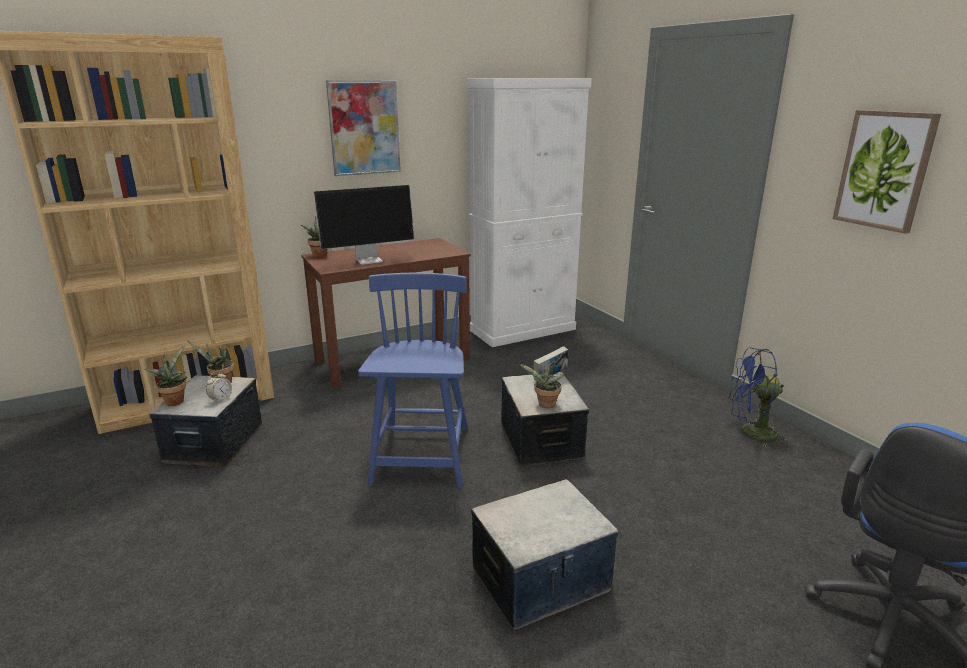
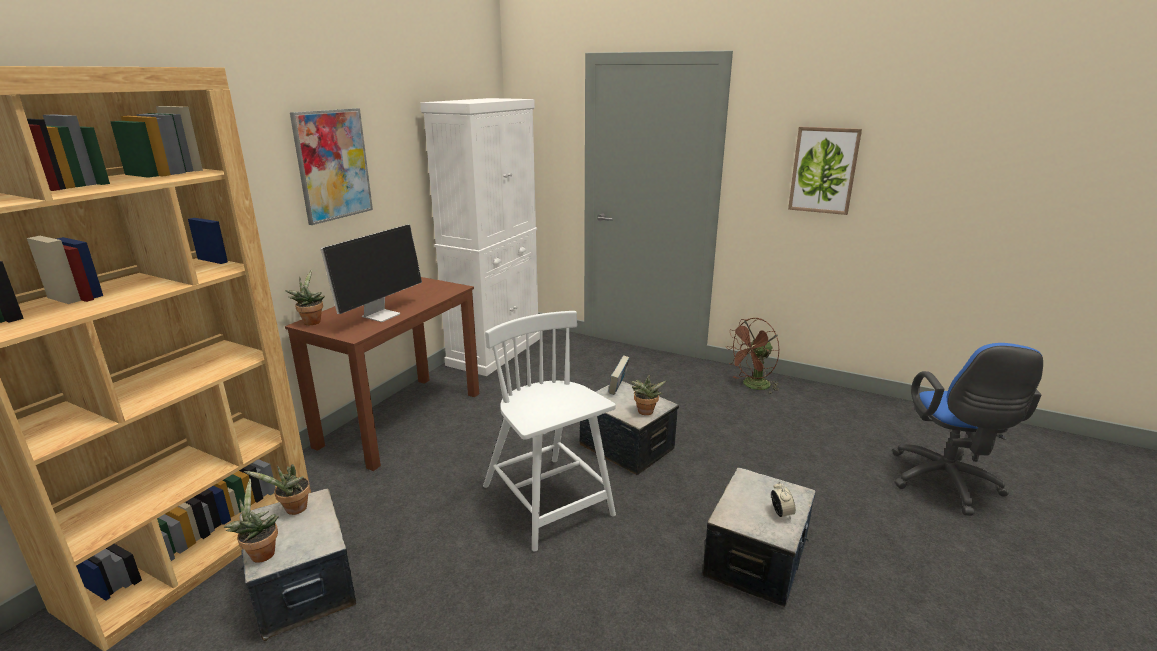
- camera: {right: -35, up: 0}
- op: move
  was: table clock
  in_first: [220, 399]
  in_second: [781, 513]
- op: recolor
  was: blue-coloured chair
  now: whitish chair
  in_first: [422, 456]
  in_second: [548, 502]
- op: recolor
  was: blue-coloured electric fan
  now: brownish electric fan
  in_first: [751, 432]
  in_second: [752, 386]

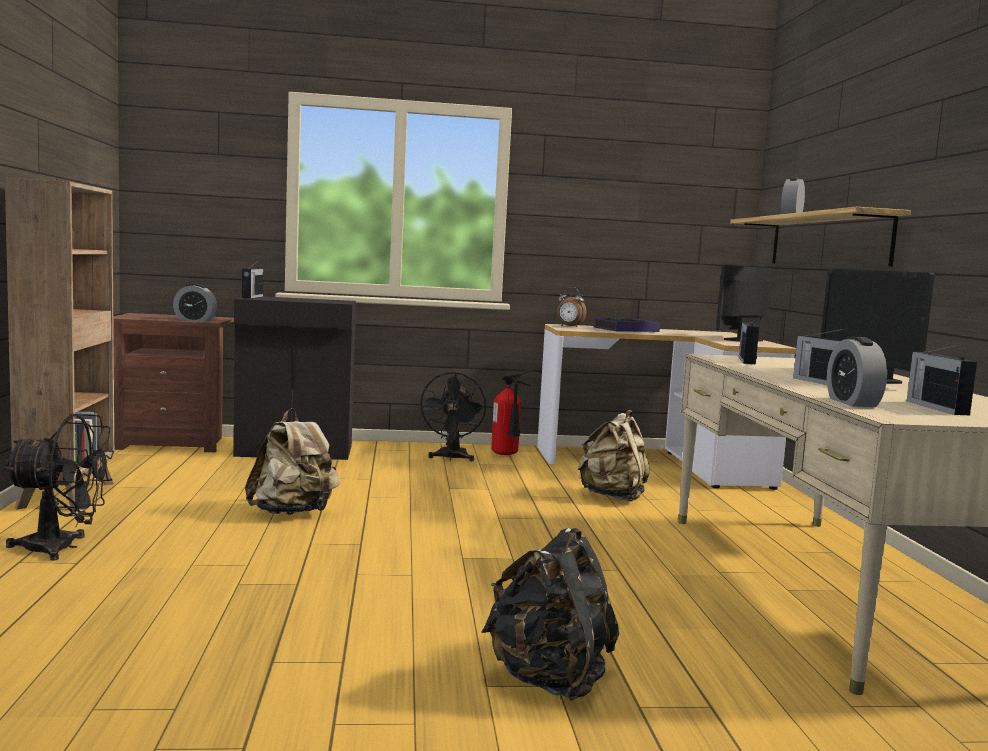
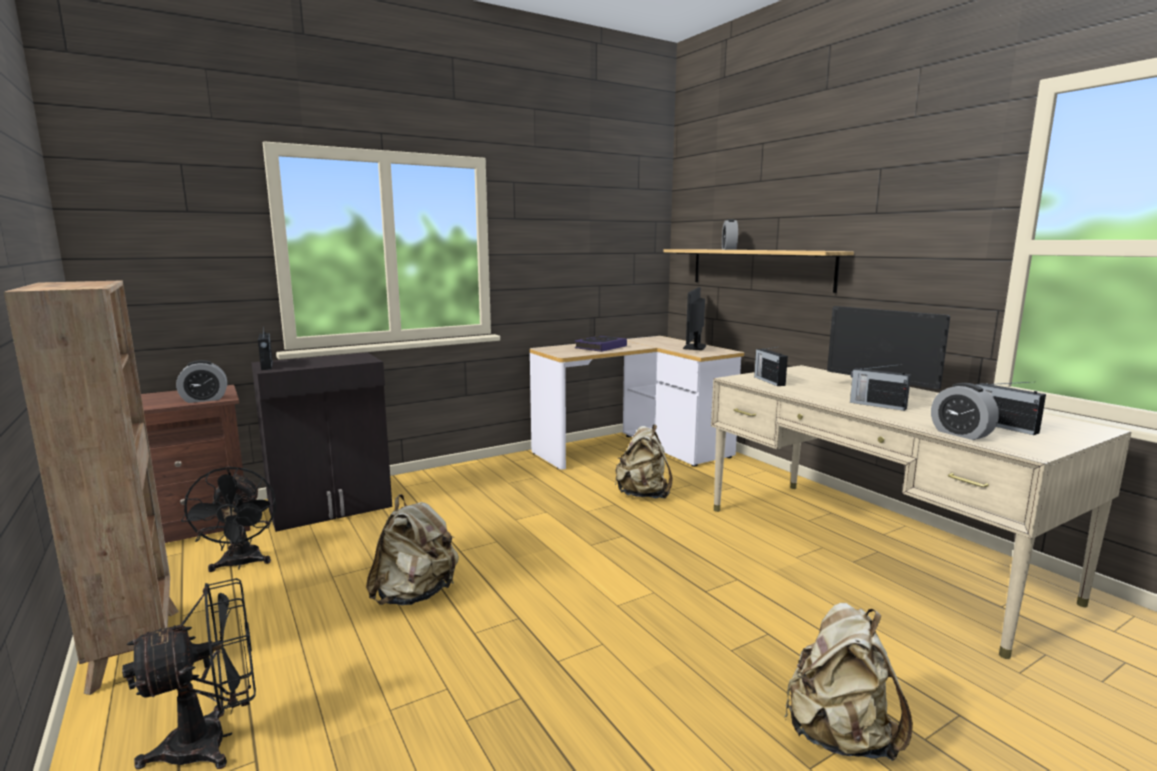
- camera: {right: -25, up: 5}
- op: move
  was: blackish electric fan
  in_first: [451, 458]
  in_second: [240, 564]
- op: recolor
  was: blackish backpack
  now: sand-coloured backpack
  in_first: [549, 679]
  in_second: [839, 736]
- op: delete
  was: extinguisher
  in_first: [507, 455]
- op: delete
  was: table clock
  in_first: [569, 326]

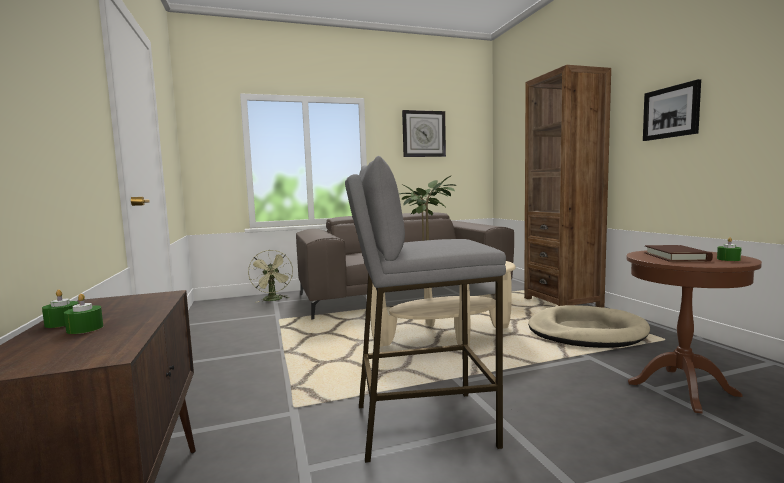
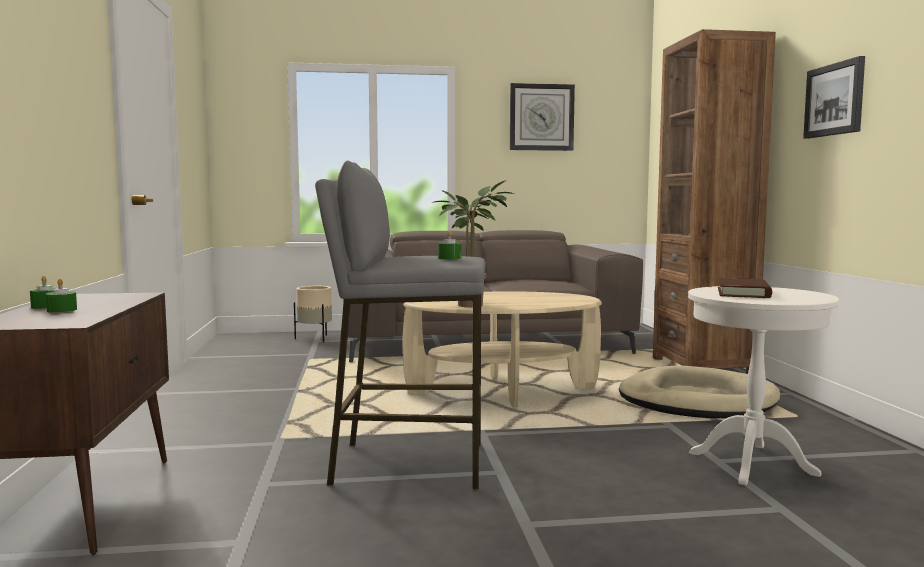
- camera: {right: 10, up: 0}
- op: replace
  was: greenish electric fan
  now: sand-coloured plant pot
  in_first: [273, 300]
  in_second: [315, 338]
- op: recolor
  was: brownish end table
  now: whitish end table
  in_first: [682, 389]
  in_second: [752, 463]
- op: move
  was: greenish candle
  in_first: [728, 259]
  in_second: [449, 258]

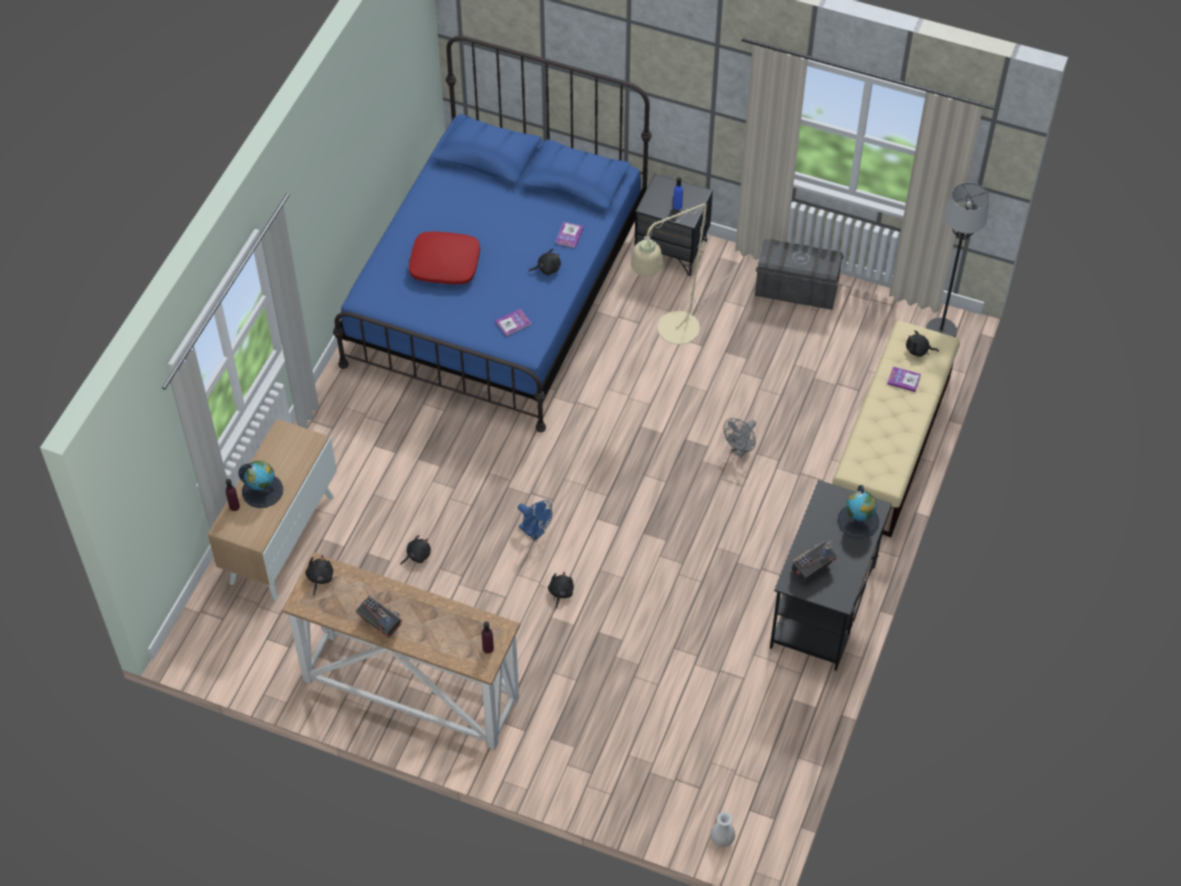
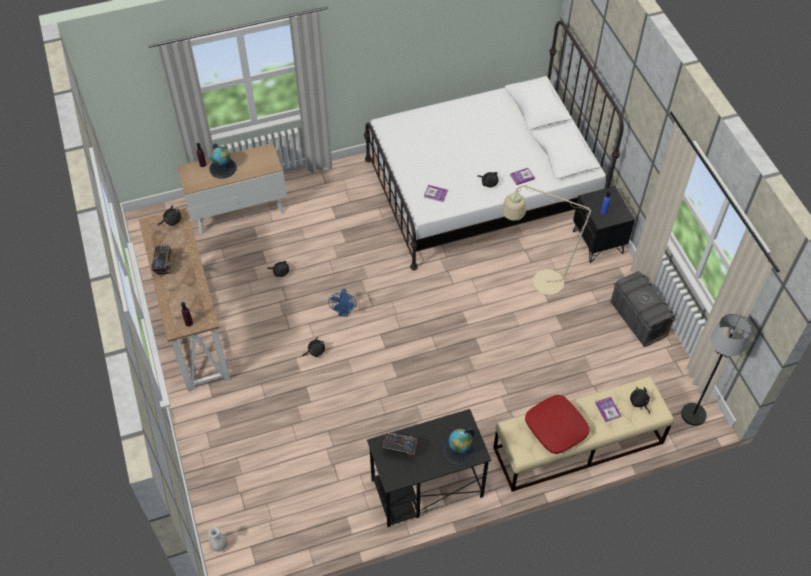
- camera: {right: 50, up: 0}
- op: recolor
  was: blue-coloured sleeping bed
  now: whitish sleeping bed
  in_first: [497, 293]
  in_second: [482, 188]
- op: move
  was: red-coloured cushion
  in_first: [445, 264]
  in_second: [556, 427]
- op: delete
  was: grey electric fan
  in_first: [740, 450]

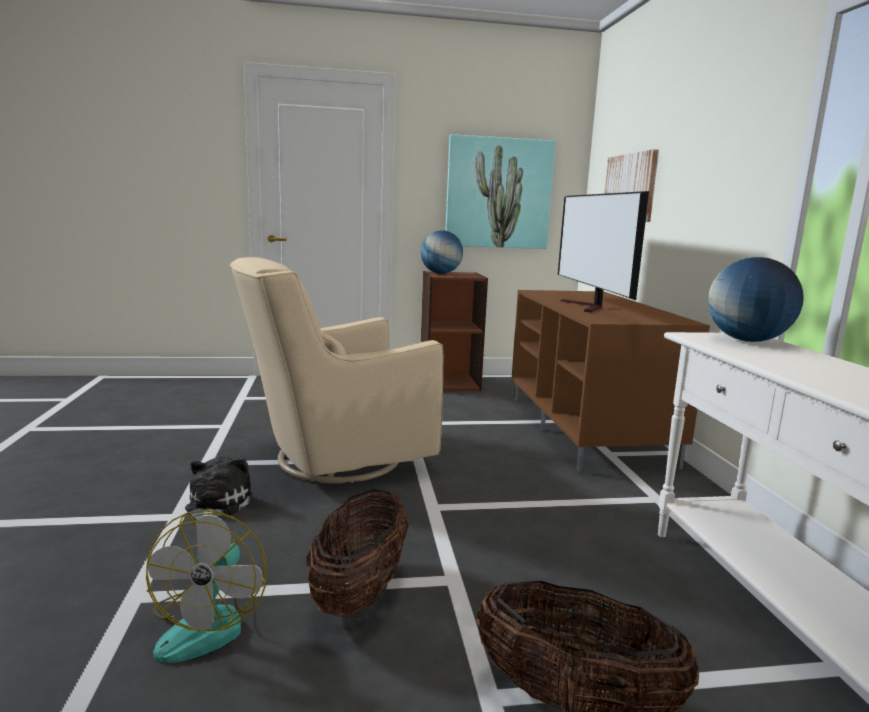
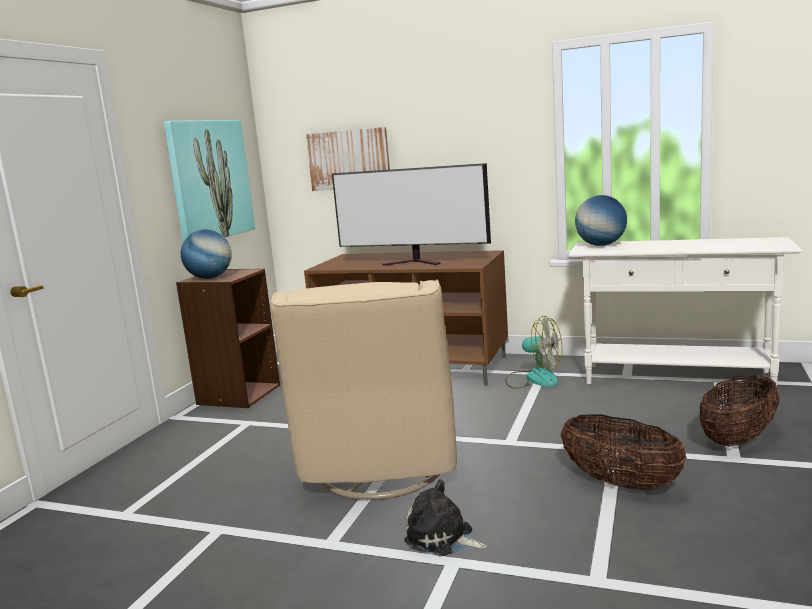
- camera: {right: -60, up: 0}
- op: move
  was: electric fan
  in_first: [209, 623]
  in_second: [533, 379]

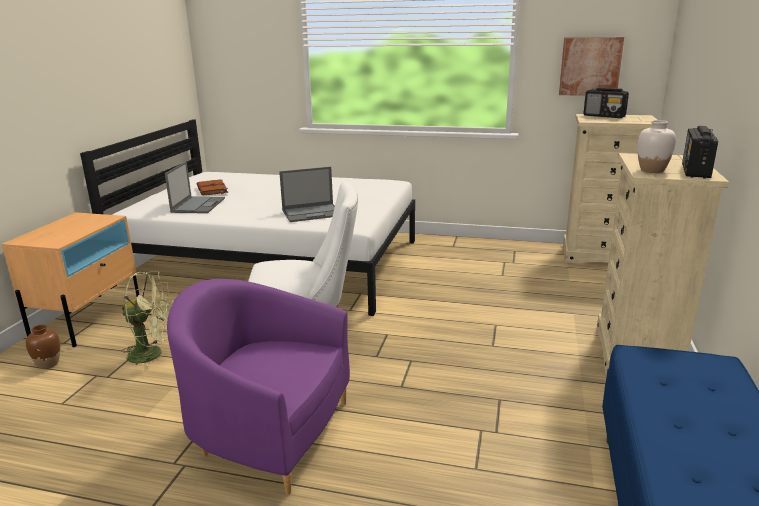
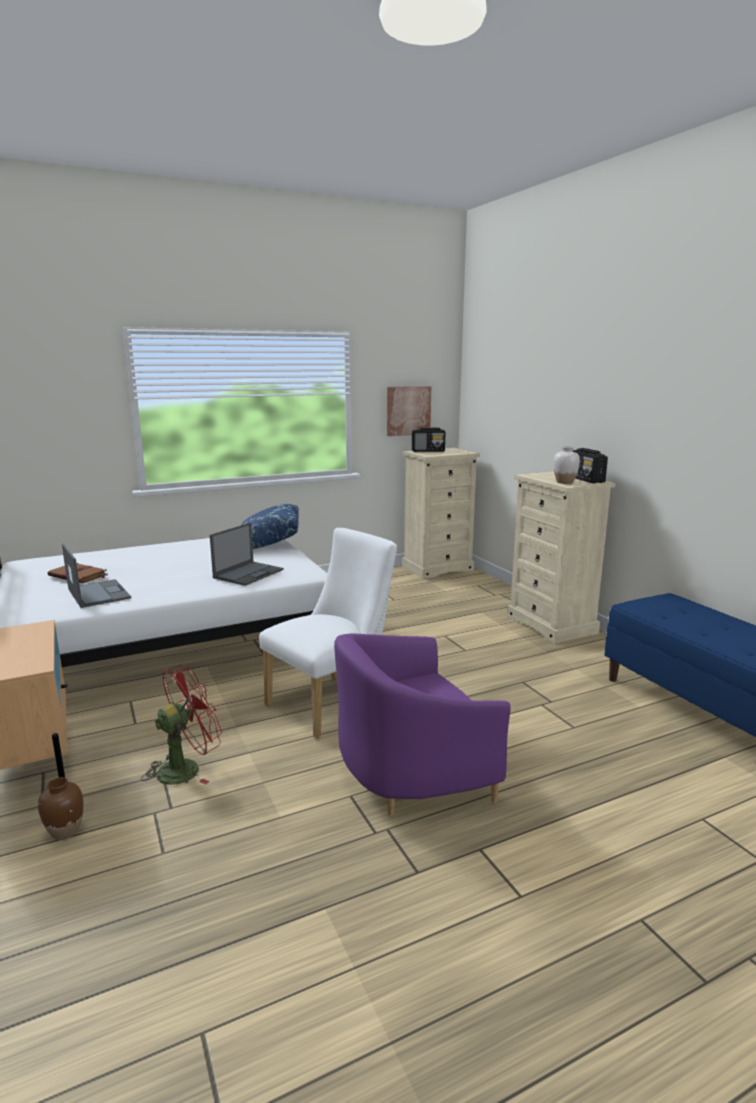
- camera: {right: -40, up: -5}
- op: recolor
  was: greenish electric fan
  now: red-coloured electric fan
  in_first: [153, 354]
  in_second: [186, 768]
- op: insert
  now: blue-coloured cushion
  in_second: [267, 543]

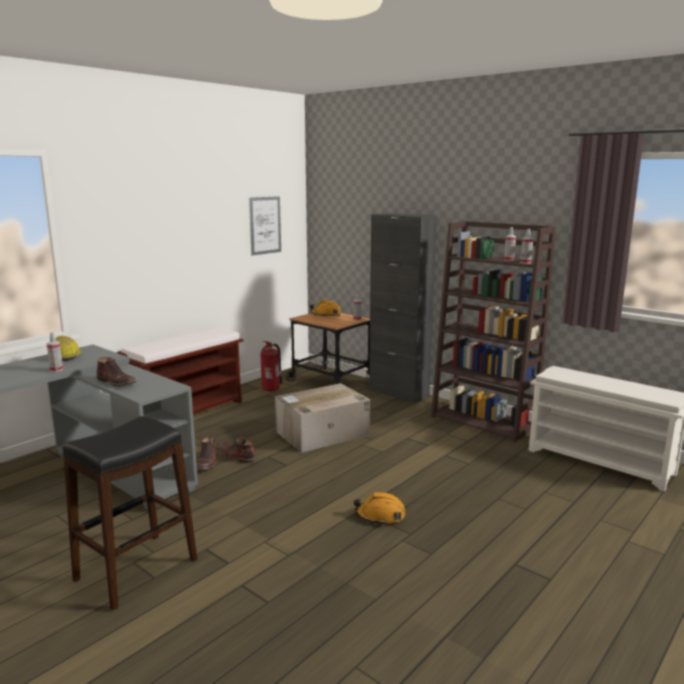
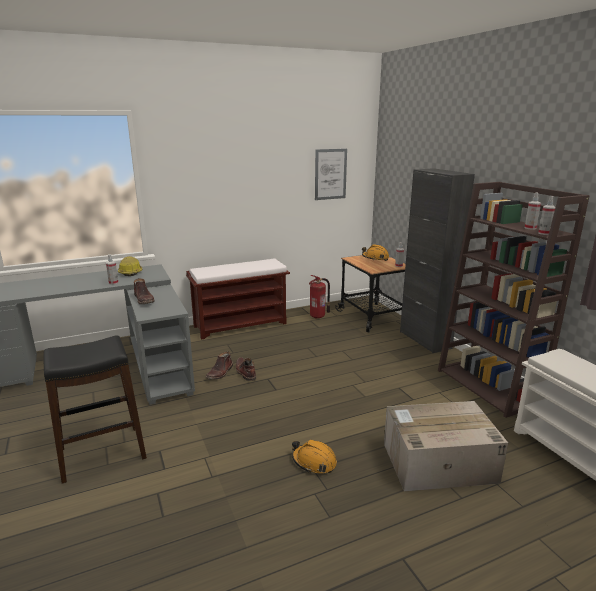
- camera: {right: 25, up: 5}
- op: move
  was: packing box
  in_first: [321, 434]
  in_second: [437, 463]

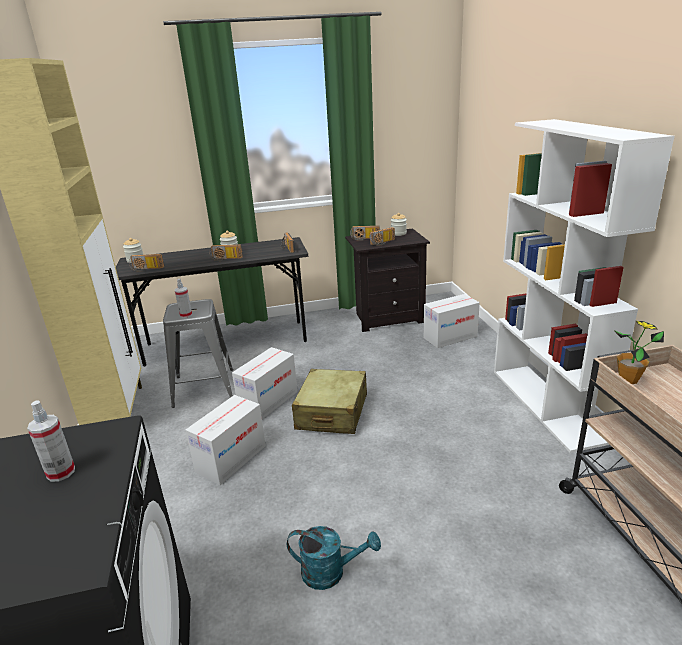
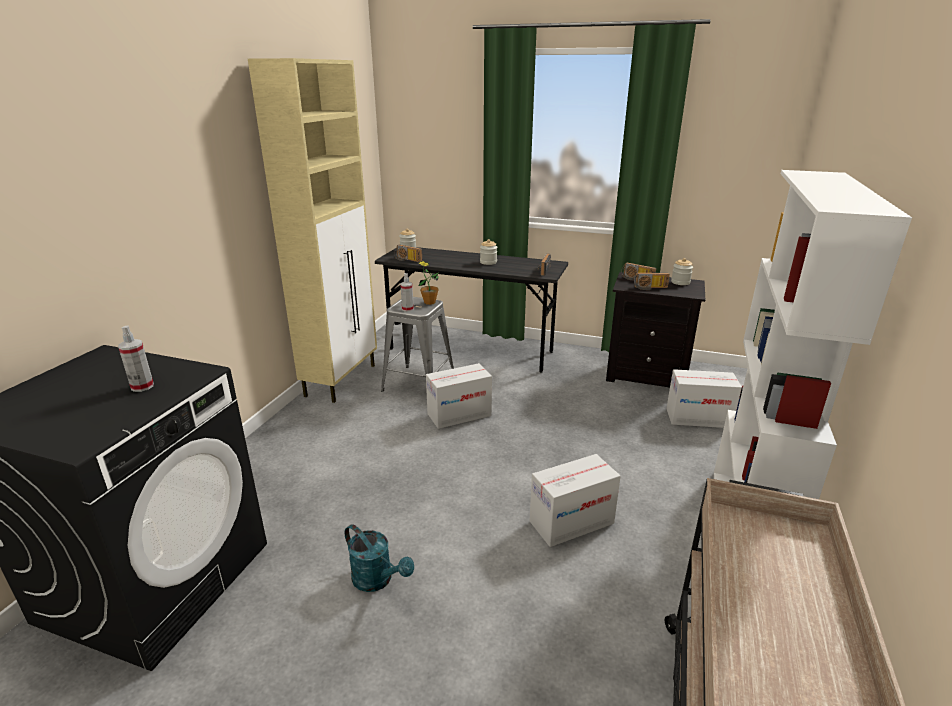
- camera: {right: 30, up: 0}
- op: move
  was: packing box
  in_first: [231, 459]
  in_second: [571, 522]
- op: delete
  was: radio
  in_first: [226, 259]
- op: delete
  was: sand-coloured travel case
  in_first: [332, 412]
- op: move
  was: potted plant
  in_first: [628, 380]
  in_second: [429, 302]

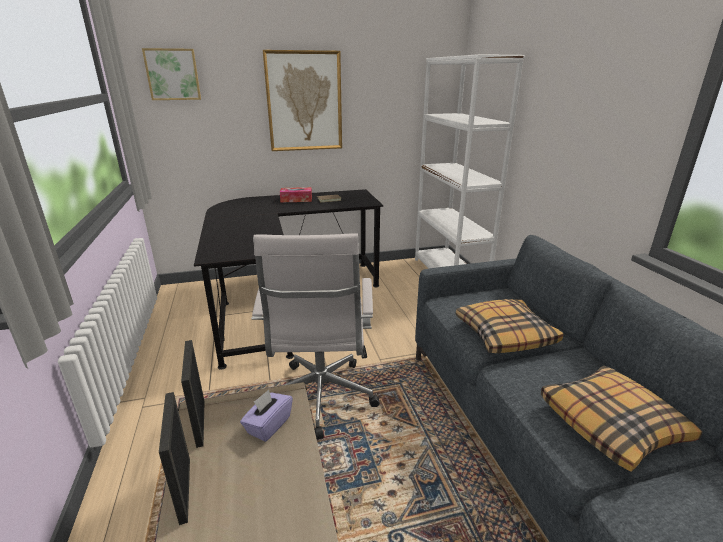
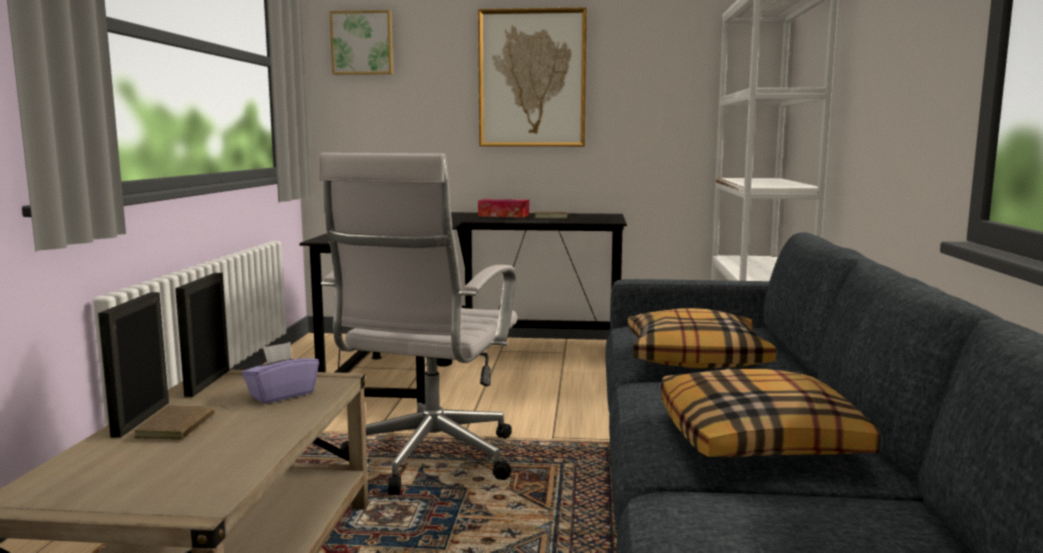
- camera: {right: 20, up: -15}
- op: insert
  now: brownish book
  in_second: [179, 427]

